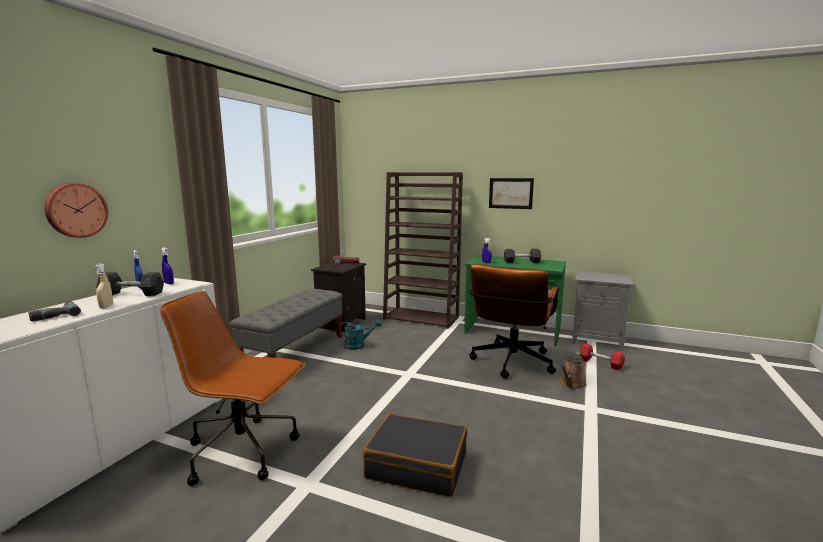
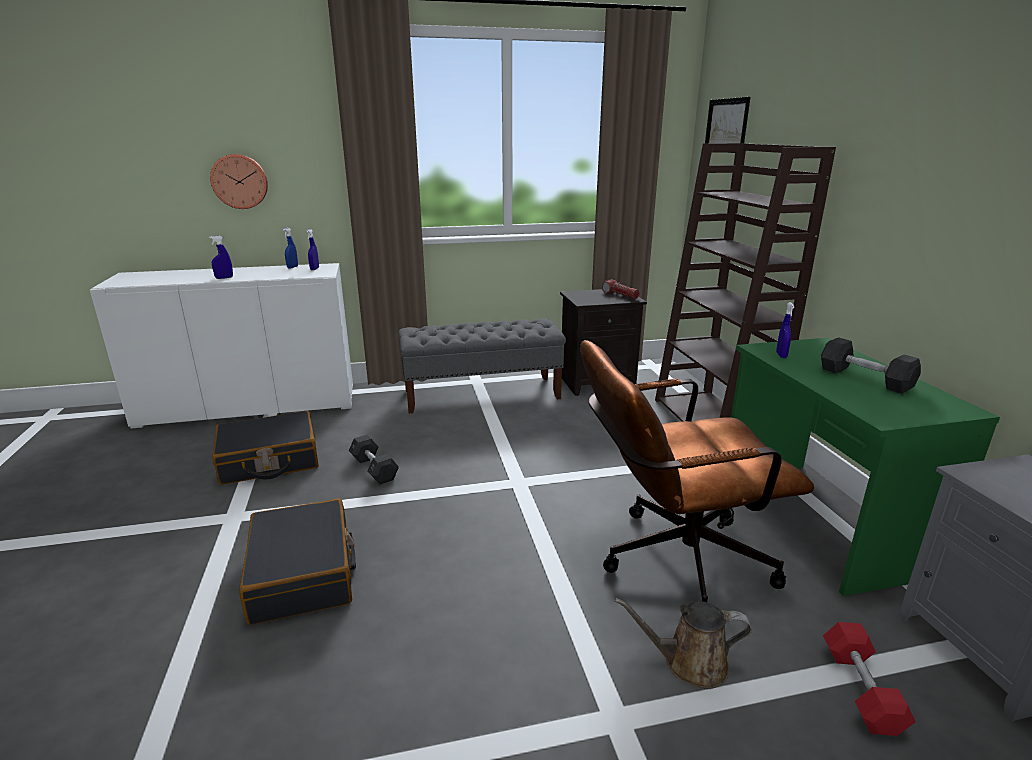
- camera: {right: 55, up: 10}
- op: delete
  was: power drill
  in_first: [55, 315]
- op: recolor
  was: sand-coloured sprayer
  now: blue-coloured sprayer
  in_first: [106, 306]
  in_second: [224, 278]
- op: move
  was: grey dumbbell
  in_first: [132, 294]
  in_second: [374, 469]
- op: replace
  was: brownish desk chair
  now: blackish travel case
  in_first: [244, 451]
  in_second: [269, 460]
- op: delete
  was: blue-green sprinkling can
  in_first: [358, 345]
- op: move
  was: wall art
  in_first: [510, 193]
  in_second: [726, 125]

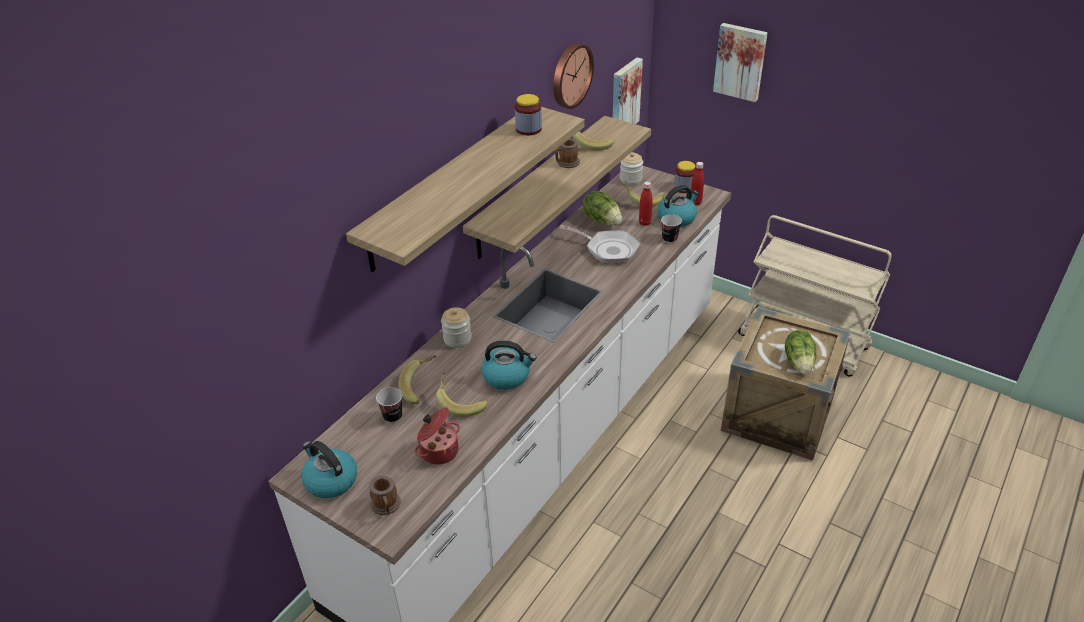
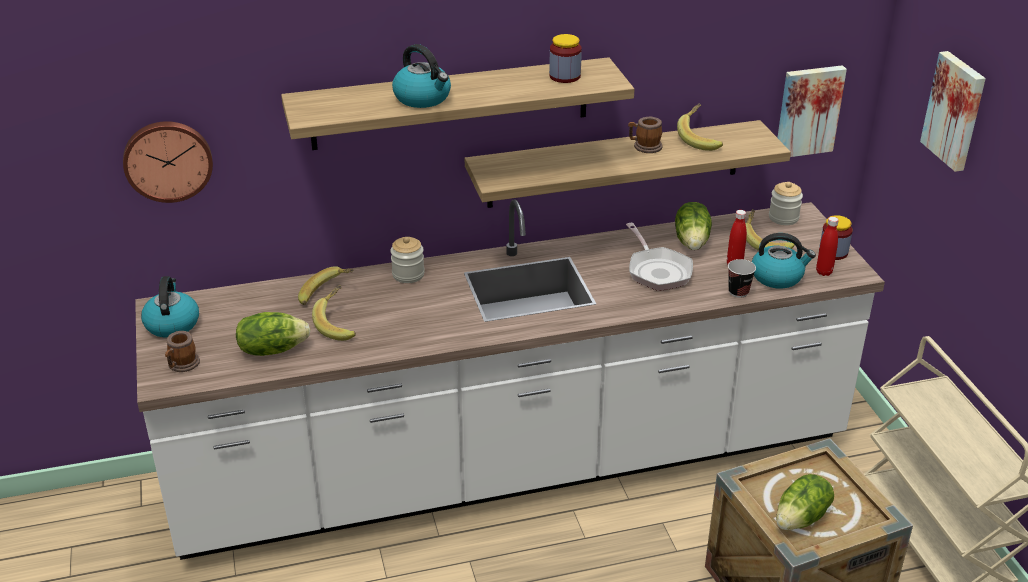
- camera: {right: 40, up: -5}
- op: delete
  was: drinking cup
  in_first: [393, 416]
- op: replace
  was: stockpot
  now: lettuce head
  in_first: [438, 450]
  in_second: [272, 349]
- op: move
  was: kettle
  in_first: [507, 376]
  in_second: [423, 98]
- op: move
  was: clock on the wall
  in_first: [570, 75]
  in_second: [168, 160]

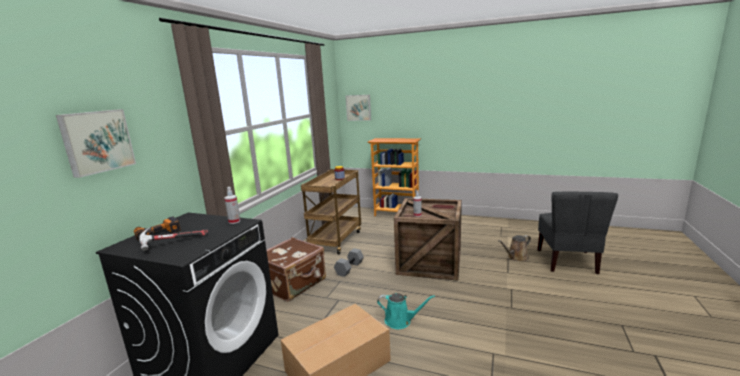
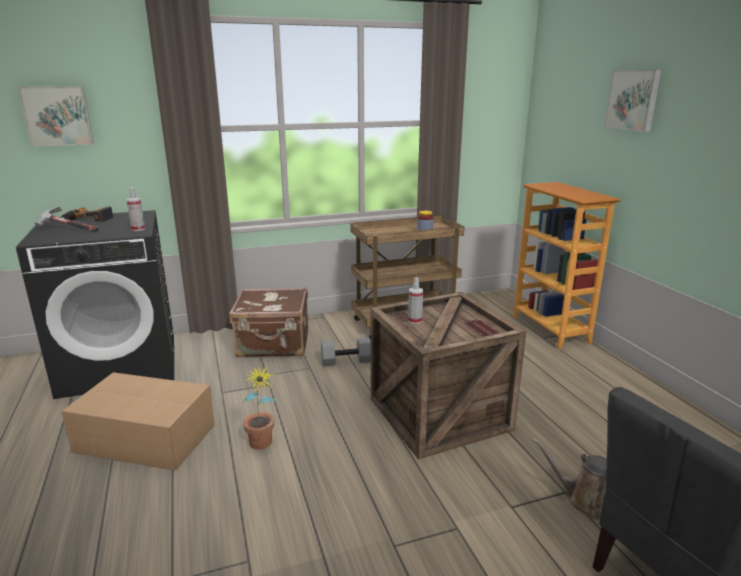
- camera: {right: 50, up: 5}
- op: move
  was: wall art
  in_first: [358, 107]
  in_second: [633, 100]
- op: replace
  was: blue-green sprinkling can
  now: potted plant
  in_first: [400, 321]
  in_second: [262, 446]

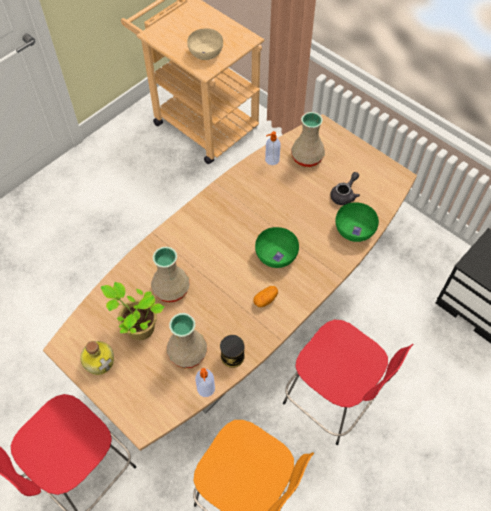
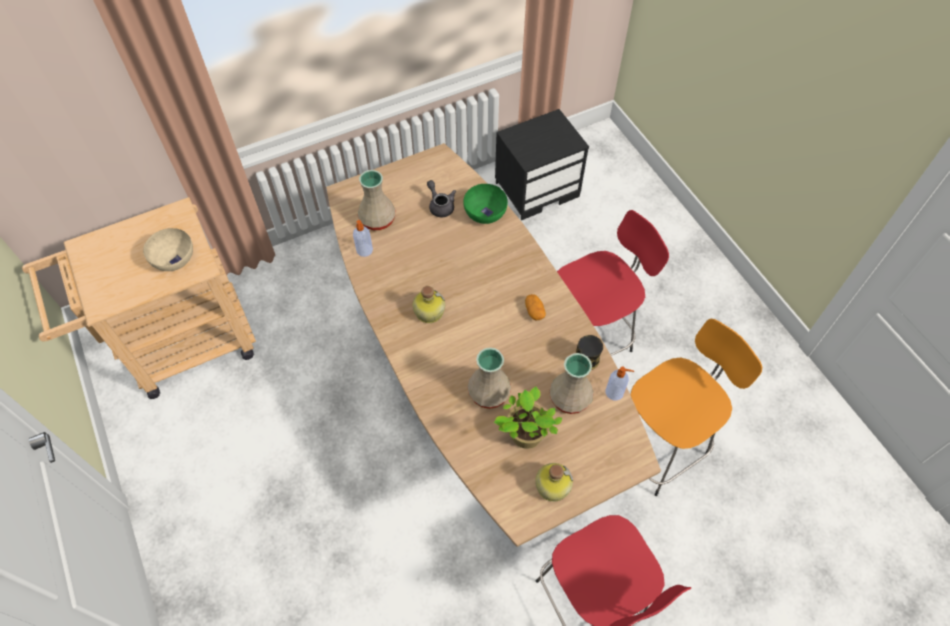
- camera: {right: -70, up: 0}
- op: delete
  was: greenish bowl
  in_first: [276, 255]
- op: insert
  now: beverage bottle
  in_second: [428, 311]

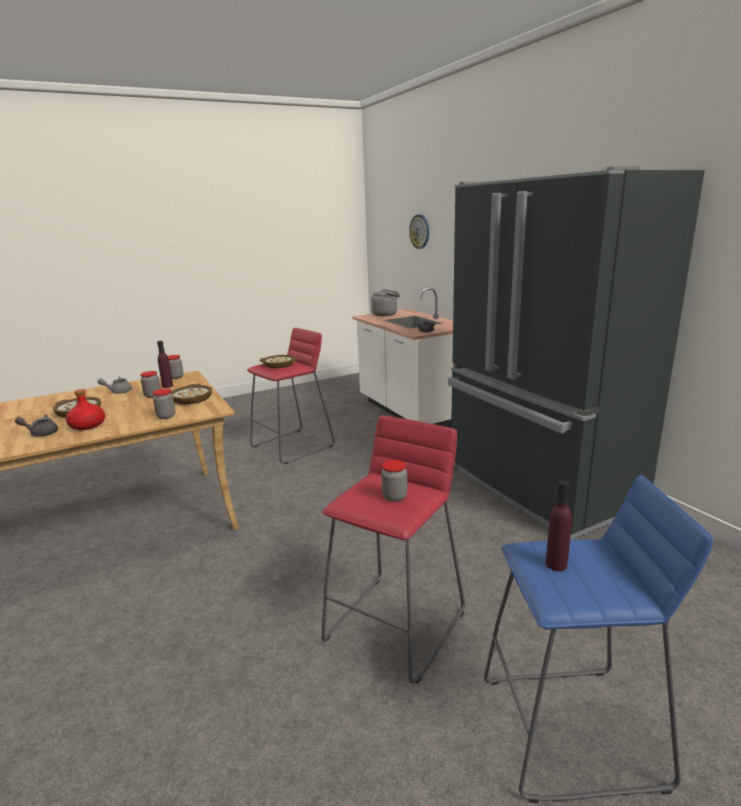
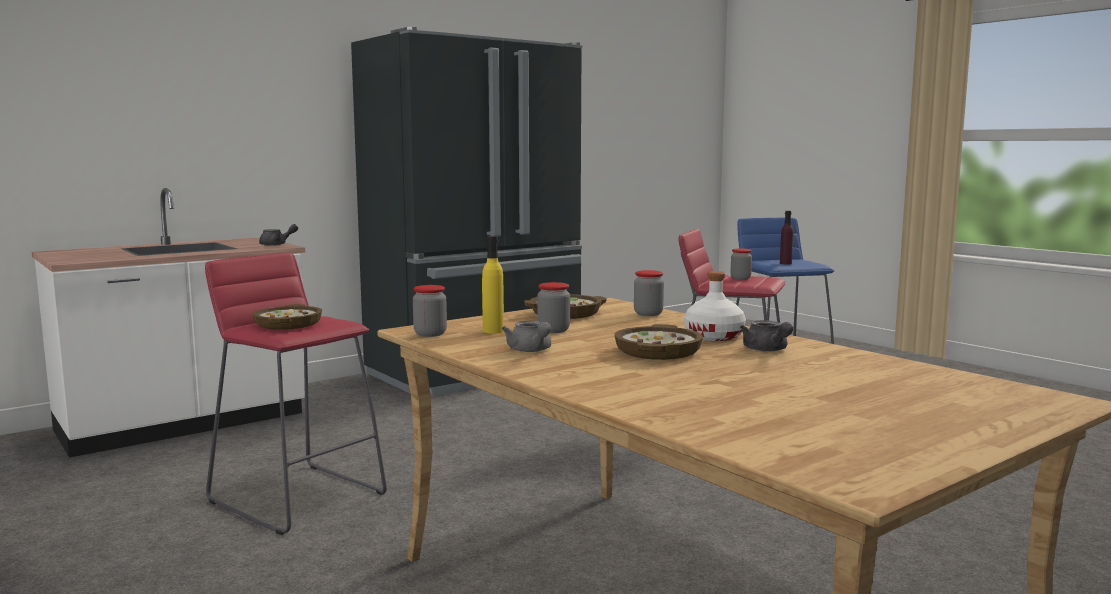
- camera: {right: -100, up: -10}
- op: recolor
  was: red-coloured beverage bottle
  now: whitish beverage bottle
  in_first: [87, 426]
  in_second: [714, 336]
- op: recolor
  was: purple-coloured beverage bottle
  now: yellow beverage bottle
  in_first: [167, 386]
  in_second: [493, 331]
- op: delete
  was: grey kettle
  in_first: [386, 314]
- op: delete
  was: clock on the wall
  in_first: [420, 231]

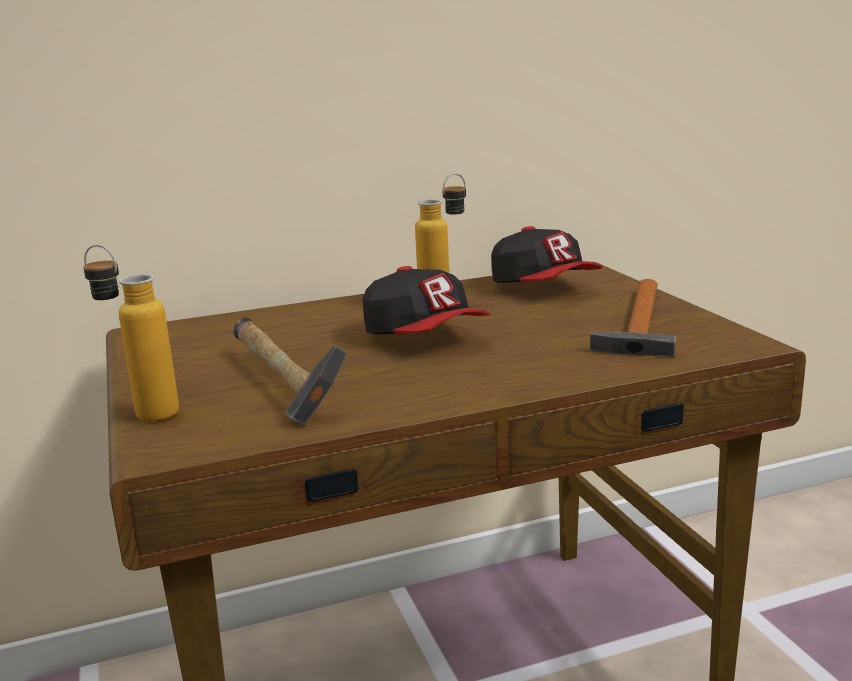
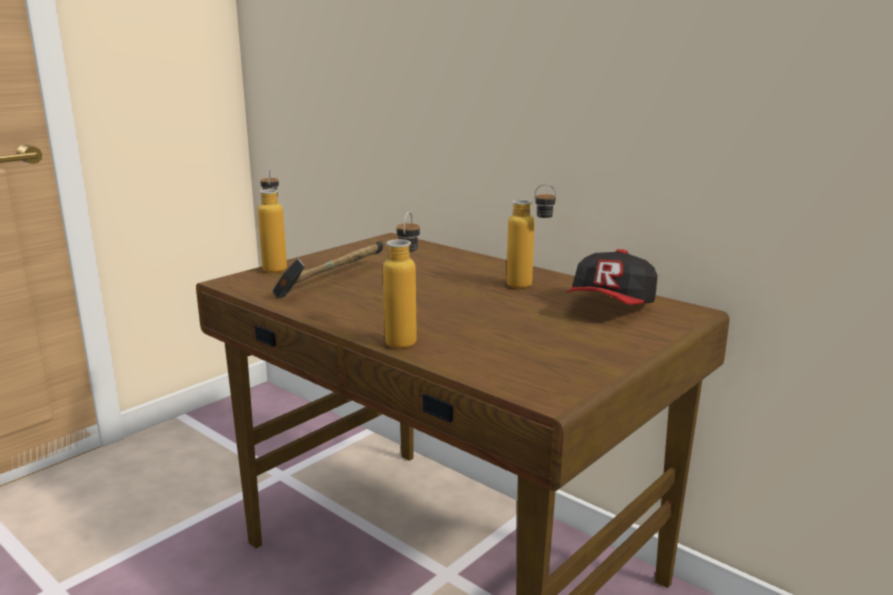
- camera: {right: 60, up: 0}
- op: delete
  was: cap
  in_first: [424, 337]
- op: delete
  was: tool hammer
  in_first: [639, 323]
- op: insert
  now: beverage bottle
  in_second: [405, 338]

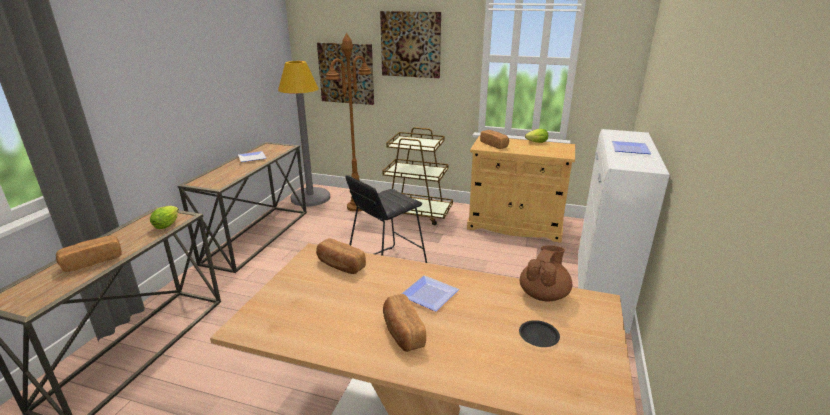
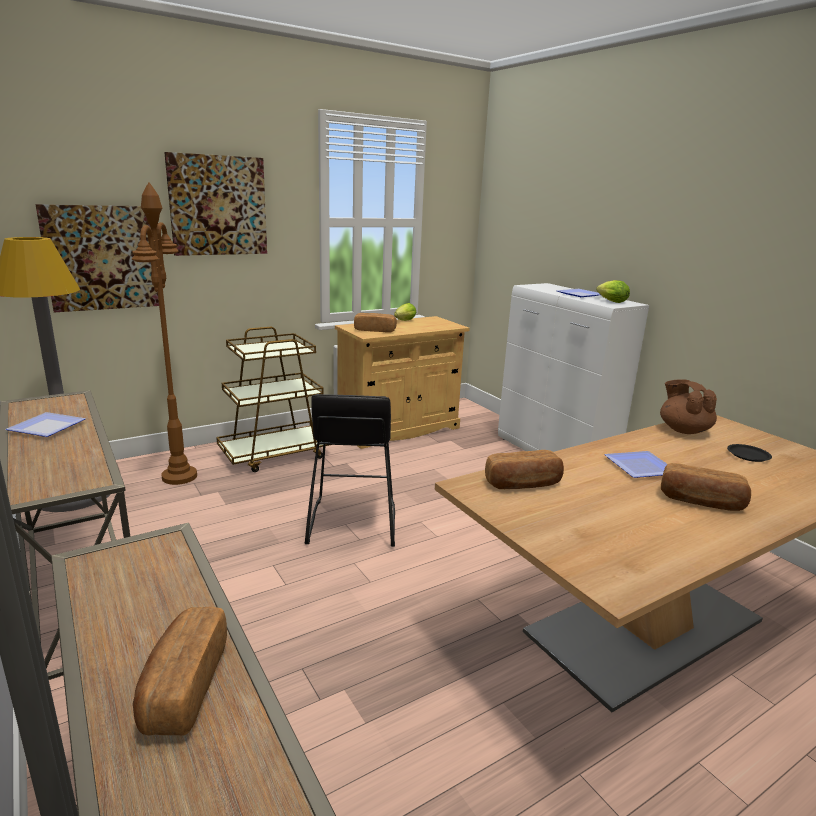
- camera: {right: -50, up: -5}
- op: move
  was: lettuce head
  in_first: [168, 224]
  in_second: [610, 301]

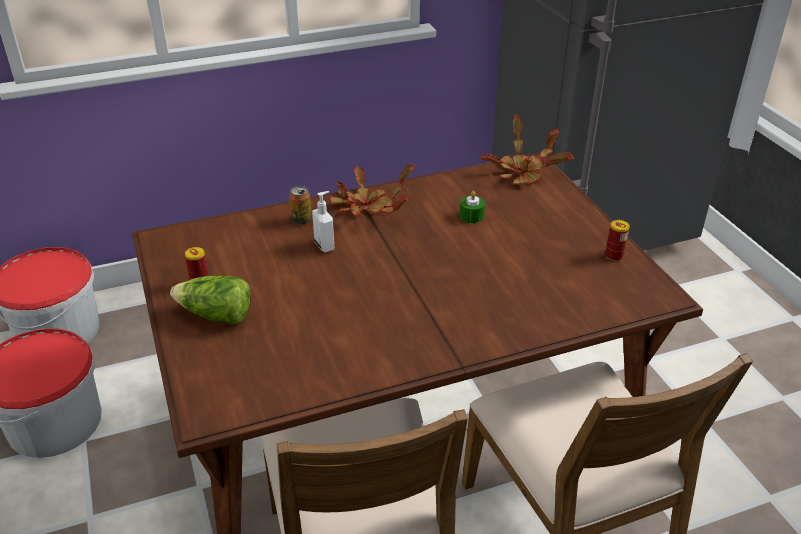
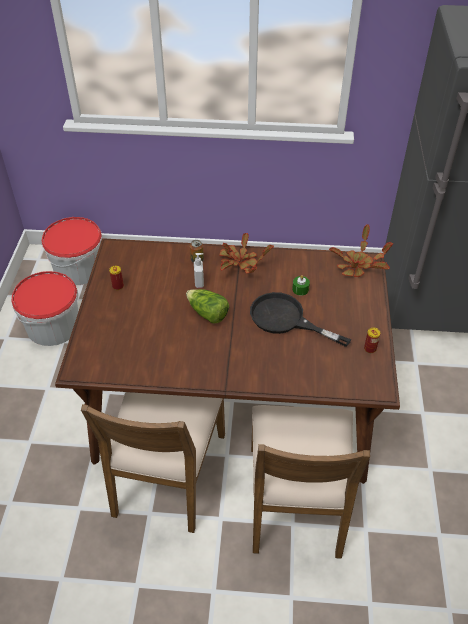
- camera: {right: 25, up: 10}
- op: move
  was: lettuce head
  in_first: [216, 315]
  in_second: [207, 313]
- op: insert
  now: blackish frying pan
  in_second: [286, 319]

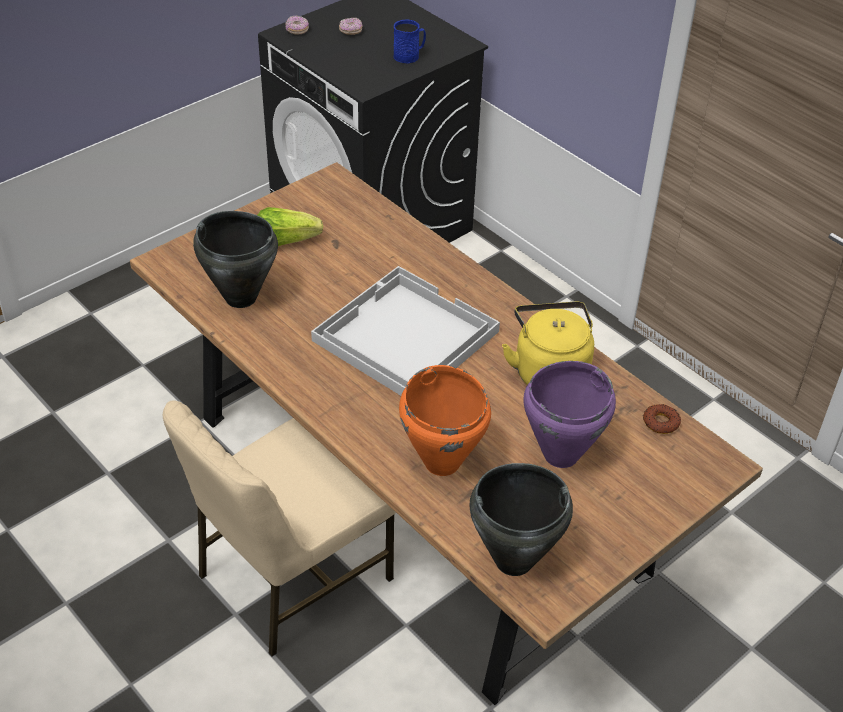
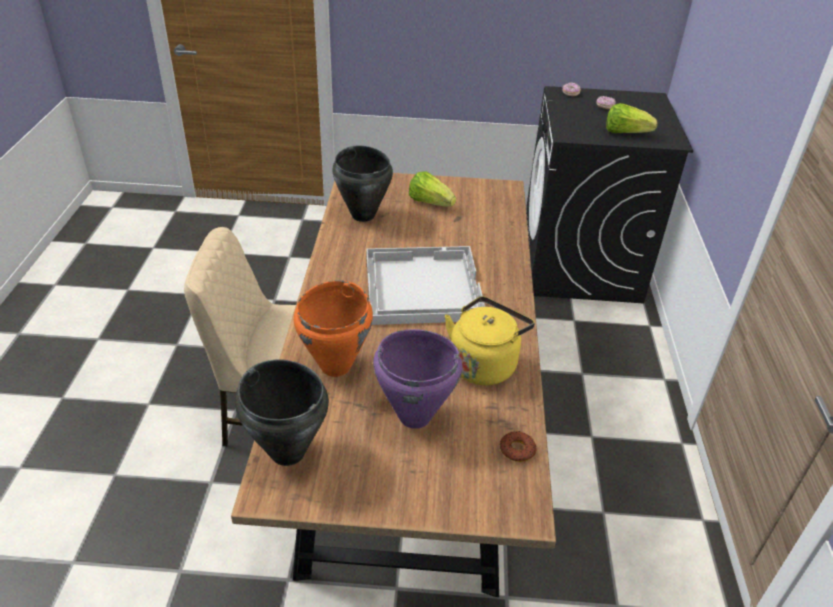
- camera: {right: 45, up: -5}
- op: replace
  was: blue-coloured mug
  now: lettuce head
  in_first: [409, 55]
  in_second: [625, 133]

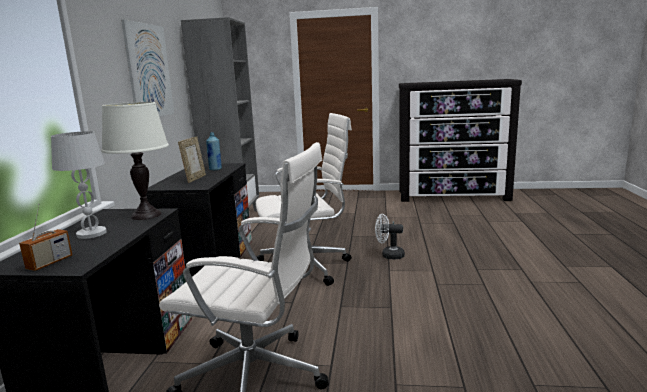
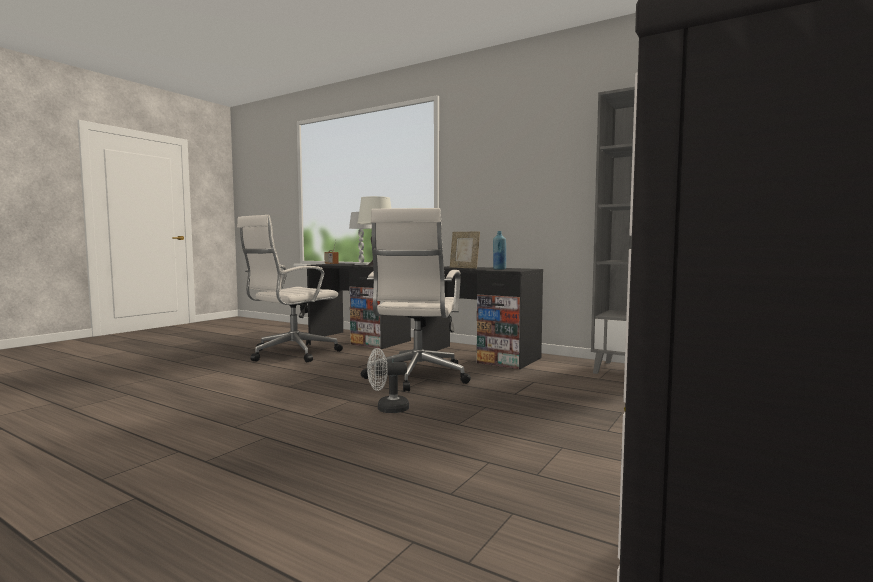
- camera: {right: 115, up: -10}
- op: delete
  was: wall art
  in_first: [149, 71]
- op: rotate
  was: whitish electric fan
  in_first: [389, 255]
  in_second: [387, 409]
  clockwise: -135

